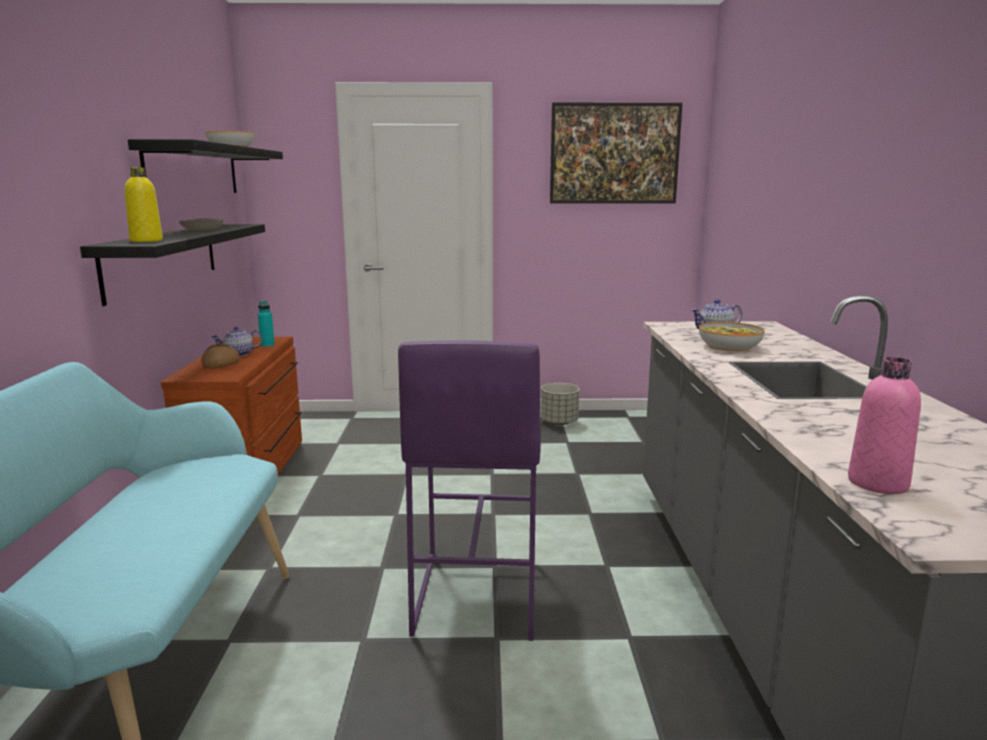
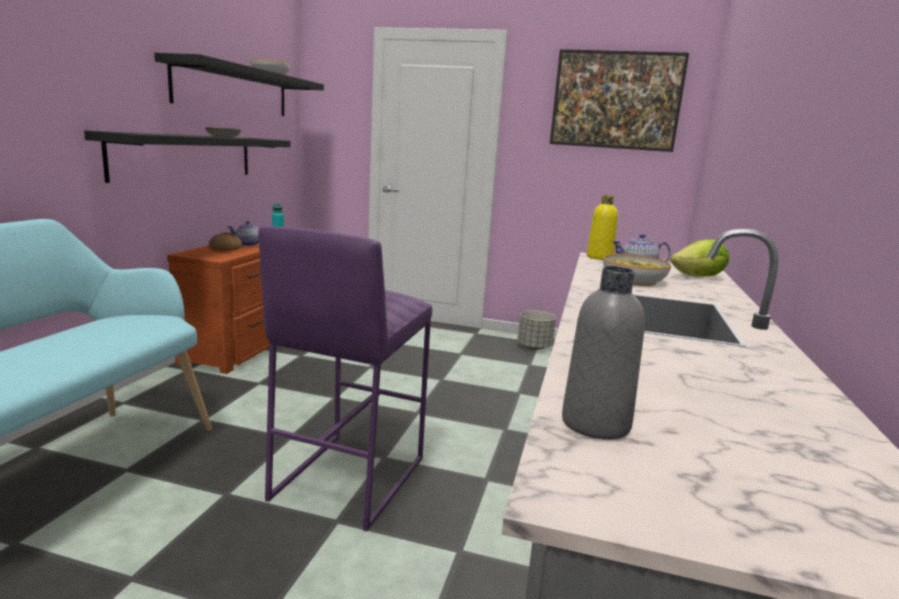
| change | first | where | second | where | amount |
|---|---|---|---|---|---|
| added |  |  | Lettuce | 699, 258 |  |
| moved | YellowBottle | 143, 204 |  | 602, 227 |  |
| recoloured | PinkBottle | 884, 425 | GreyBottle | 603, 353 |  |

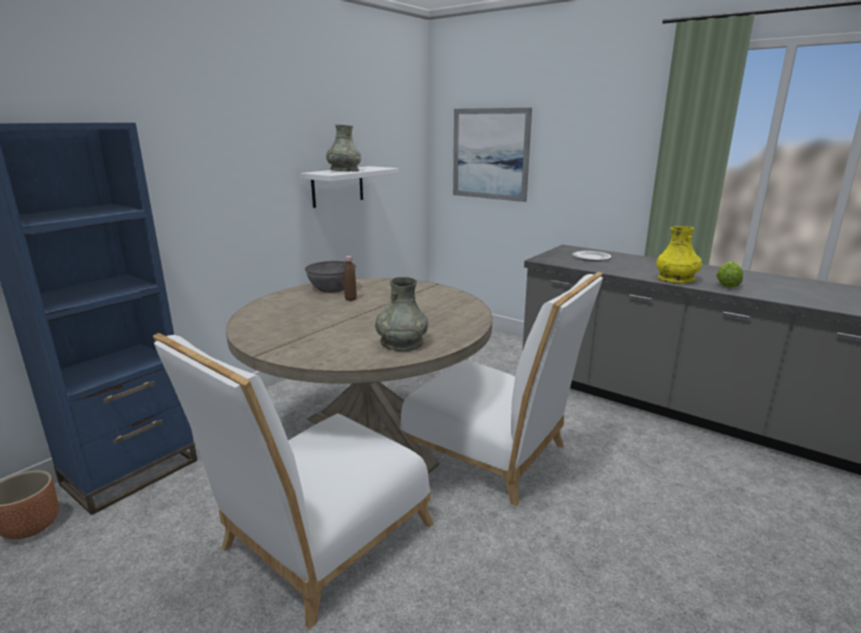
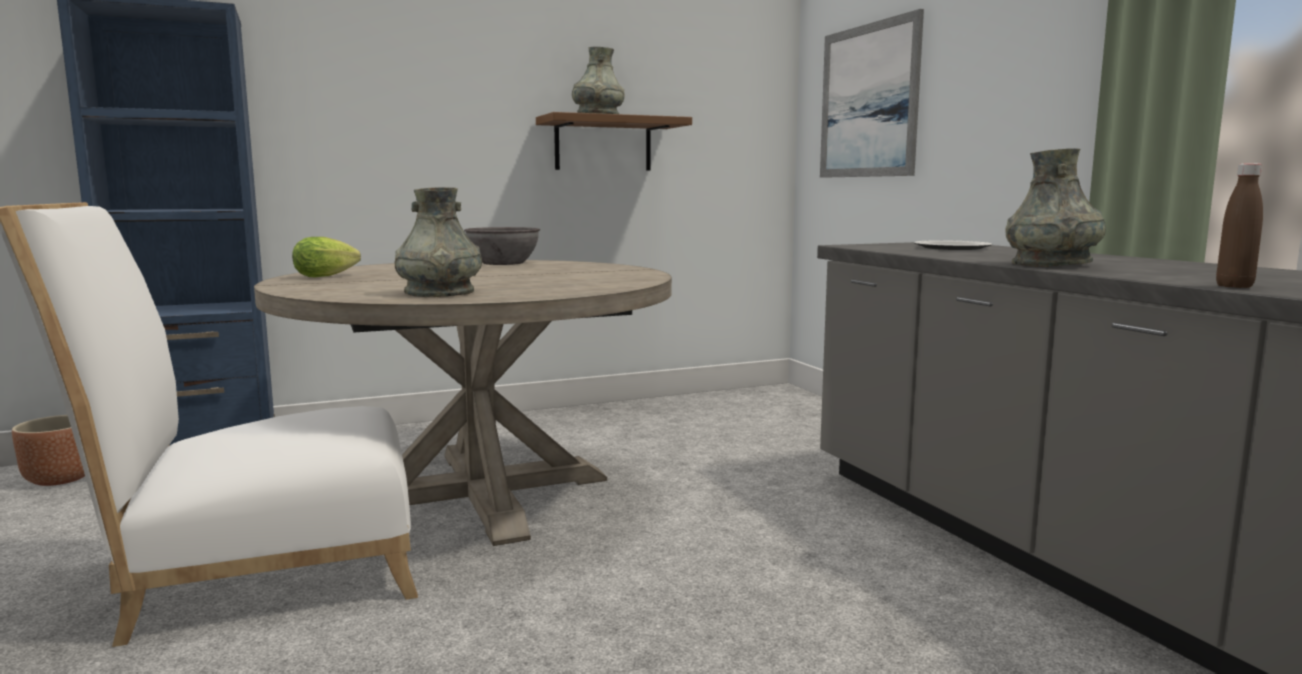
| change | first | where | second | where | amount |
|---|---|---|---|---|---|
| removed | WhiteChair | 501, 389 |  |  |  |
| moved | BrownBottle | 350, 278 |  | 1239, 225 |  |
| moved | Lettuce | 729, 274 |  | 326, 257 |  |
| recoloured | WhiteShelf | 349, 187 | BrownShelf | 614, 141 |  |
| recoloured | YellowVase | 679, 255 | GreyVase | 1055, 207 |  |

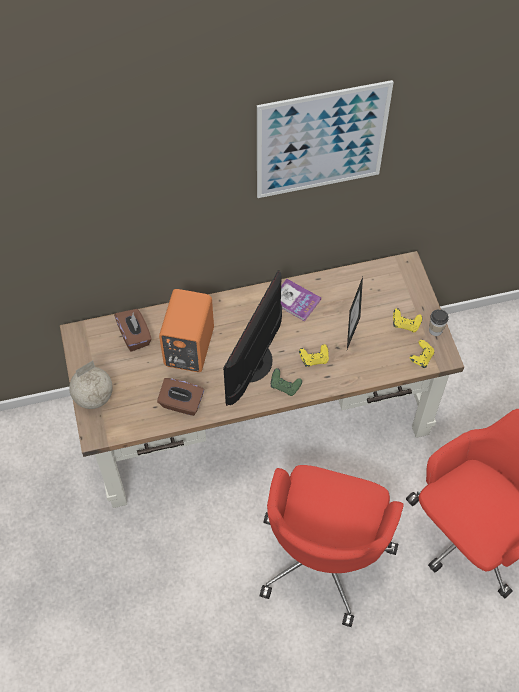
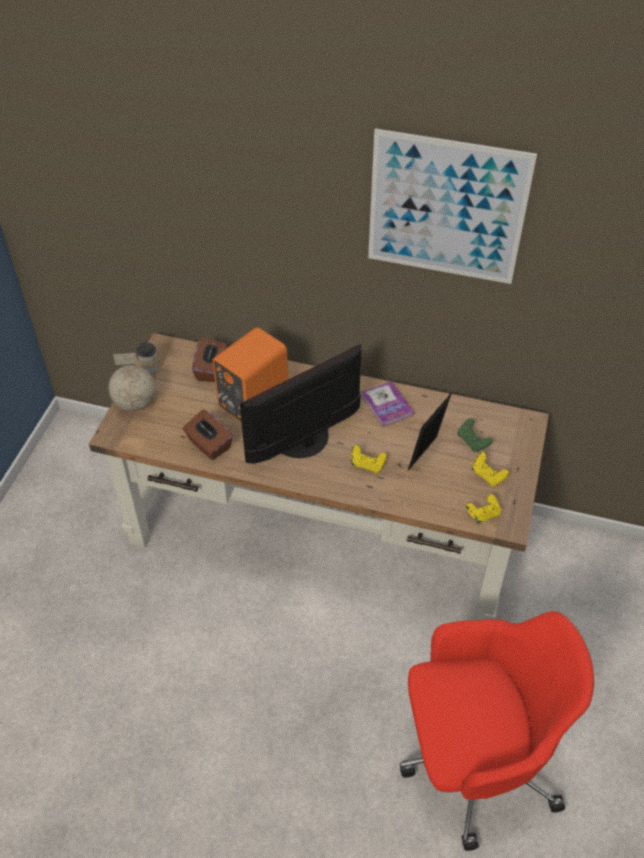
| change | first | where | second | where | amount |
|---|---|---|---|---|---|
| removed | RedOfficeChair | 331, 546 |  |  |  |
| moved | GreenGameController | 286, 382 |  | 475, 435 |  |
| moved | Cup | 439, 322 |  | 146, 358 |  |

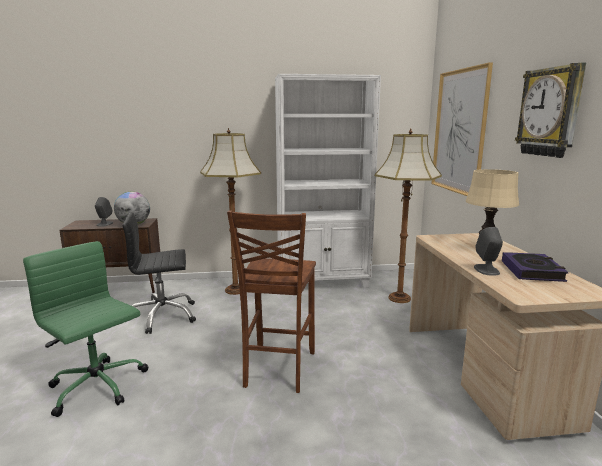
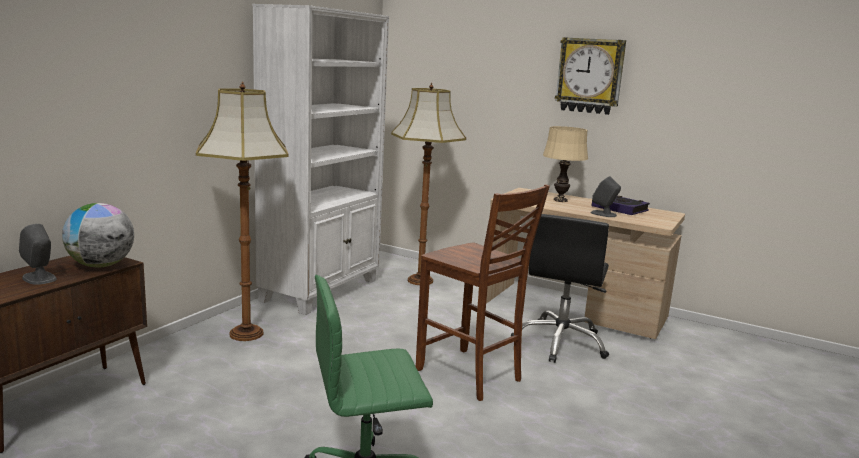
| change | first | where | second | where | amount |
|---|---|---|---|---|---|
| removed | Picture | 462, 129 |  |  |  |
| moved | BlackOfficeChair | 159, 273 |  | 560, 288 |  |

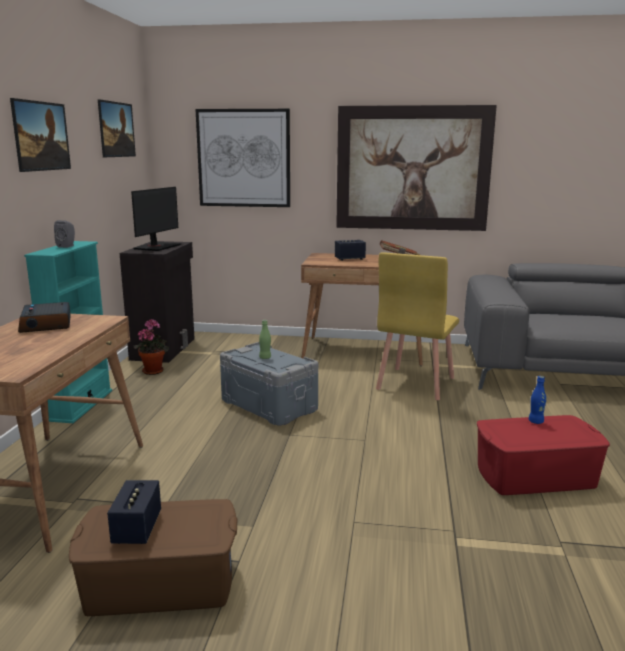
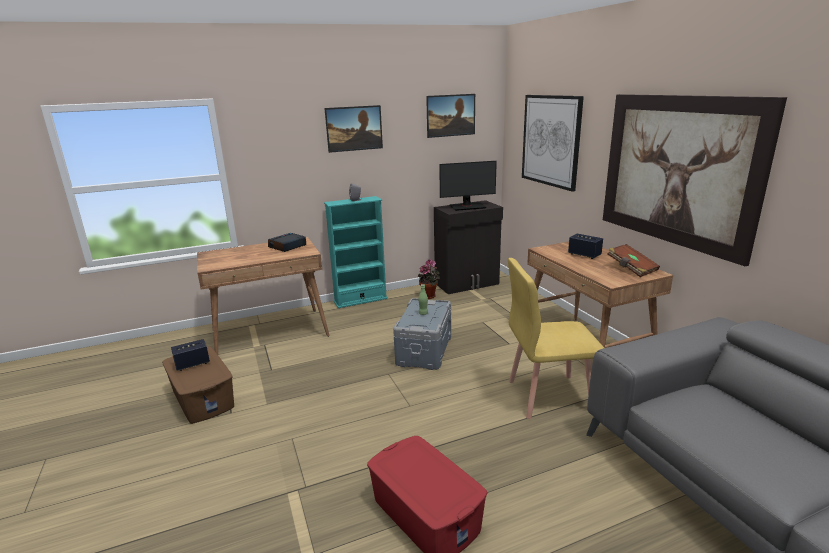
| change | first | where | second | where | amount |
|---|---|---|---|---|---|
| removed | BlueBottle | 537, 400 |  |  |  |

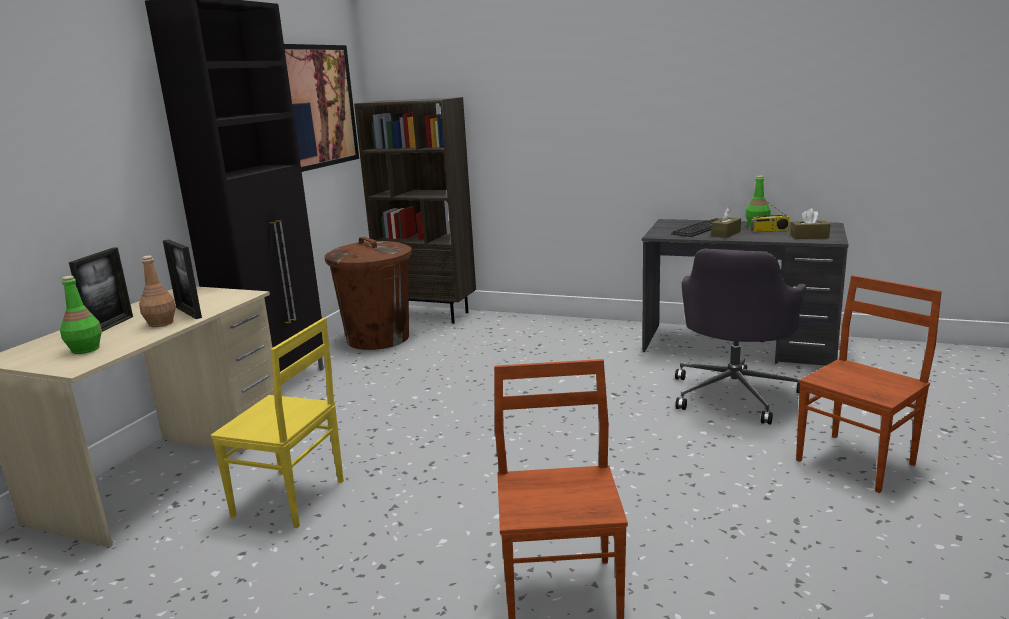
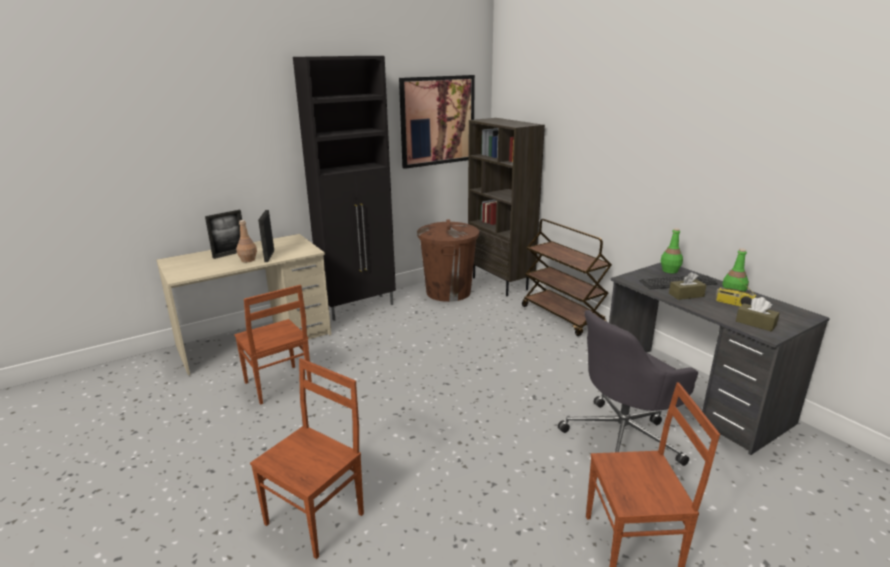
| change | first | where | second | where | amount |
|---|---|---|---|---|---|
| added |  |  | BrownCart | 567, 277 |  |
| moved | GreenBottle | 81, 315 |  | 672, 250 |  |
| recoloured | YellowChair | 277, 423 | BrownChair | 273, 345 |  |

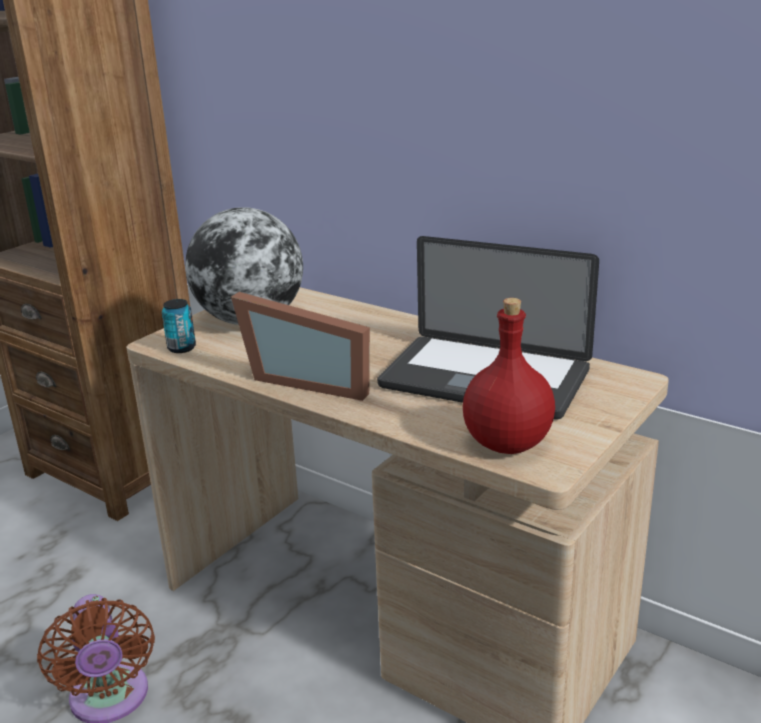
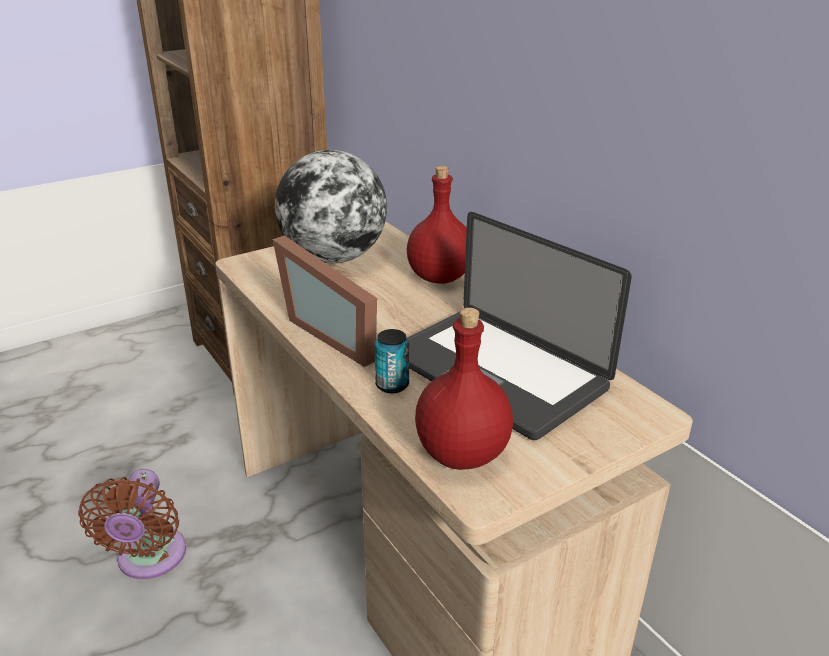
| change | first | where | second | where | amount |
|---|---|---|---|---|---|
| added |  |  | RedBottle | 437, 225 |  |
| moved | Can | 179, 326 |  | 392, 361 |  |

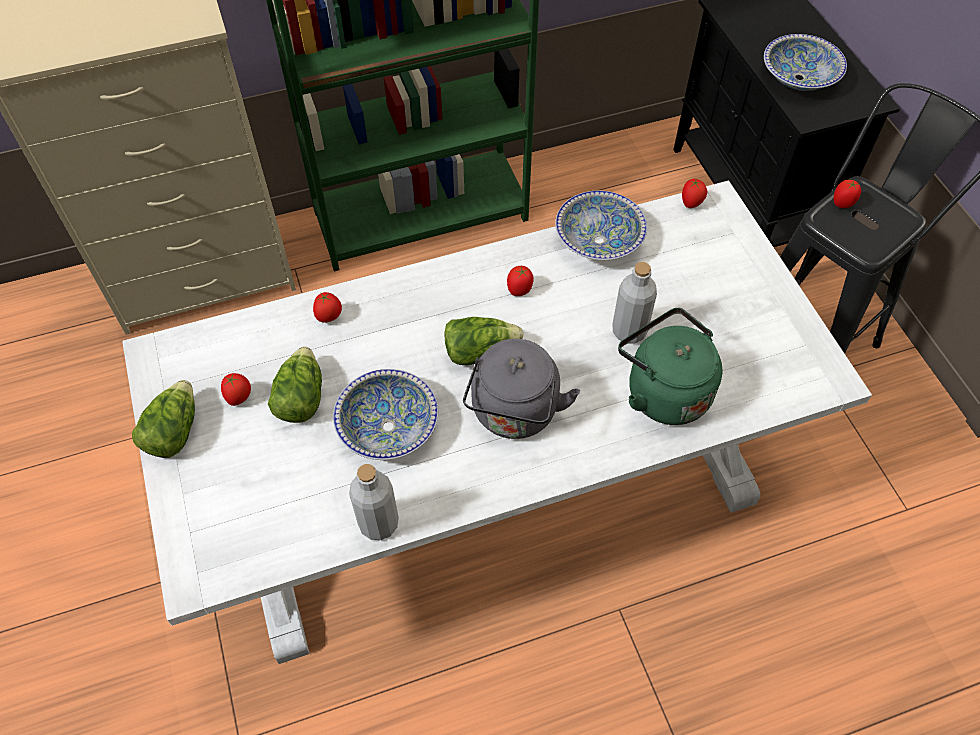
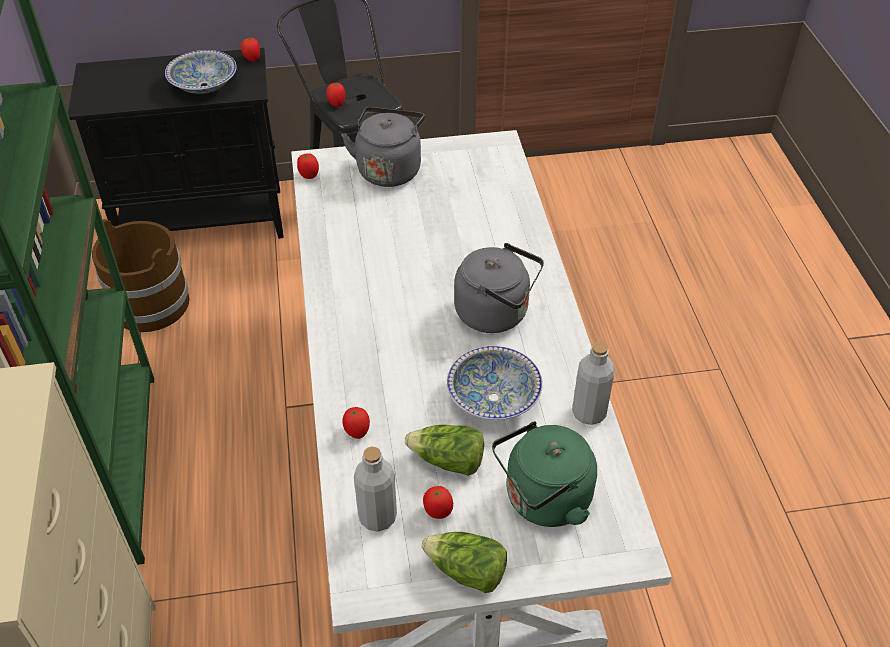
| change | first | where | second | where | amount |
|---|---|---|---|---|---|
| removed | Lettuce | 484, 341 |  |  |  |
| removed | Bowl | 601, 225 |  |  |  |
| added |  |  | BrownBucket | 140, 275 |  |
| added |  |  | GreyKettle | 383, 147 |  |
| moved | Tomato | 520, 281 |  | 250, 49 |  |
| moved | GreyBottle | 634, 302 |  | 375, 489 |  |
| moved | GreenKettle | 670, 366 |  | 544, 474 |  |

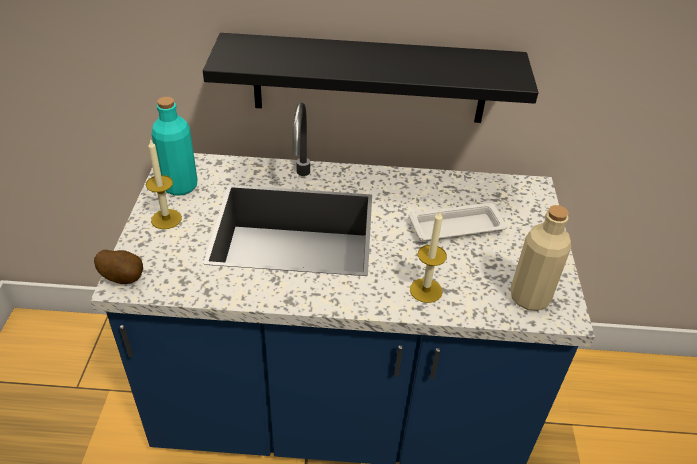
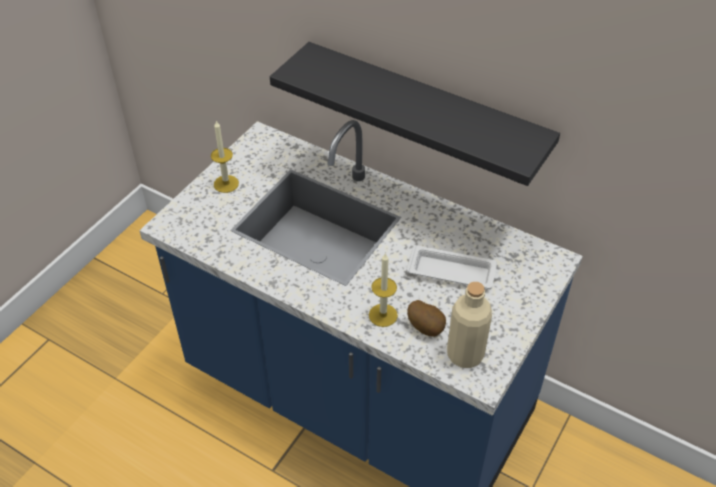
| change | first | where | second | where | amount |
|---|---|---|---|---|---|
| removed | TurquoiseBottle | 175, 146 |  |  |  |
| moved | Potato | 118, 267 |  | 426, 318 |  |

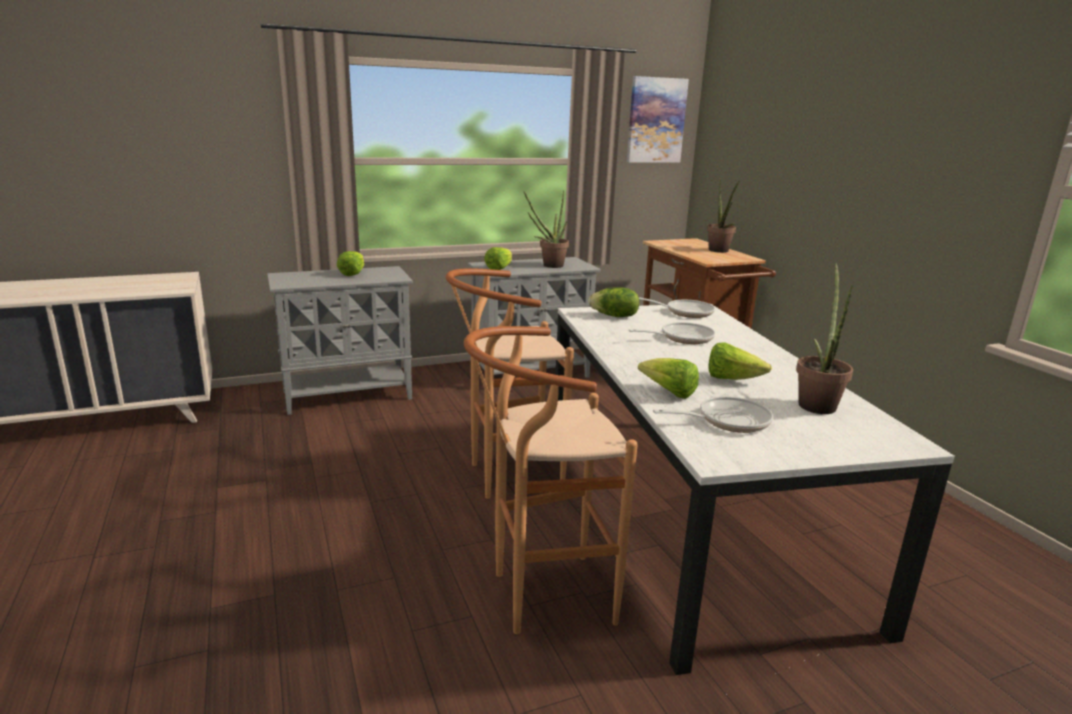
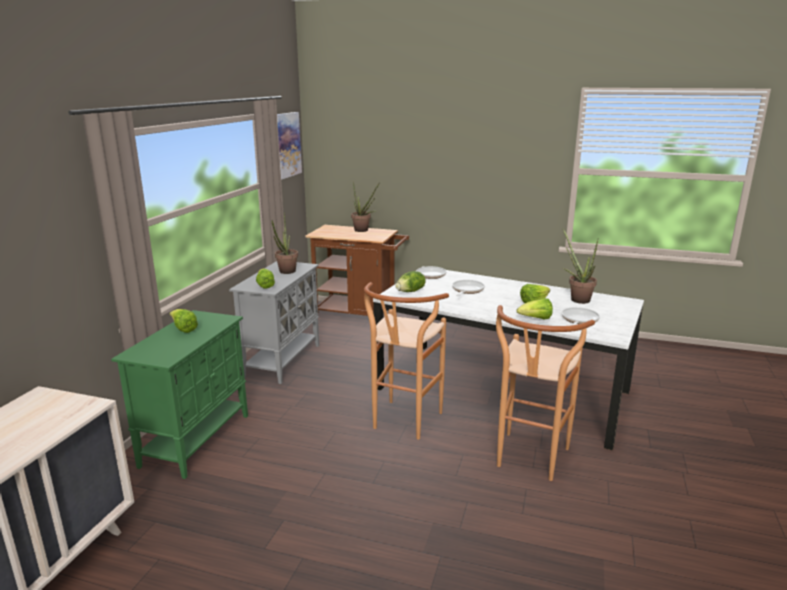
| change | first | where | second | where | amount |
|---|---|---|---|---|---|
| recoloured | GreyCabinet | 340, 340 | GreenCabinet | 179, 394 |  |

